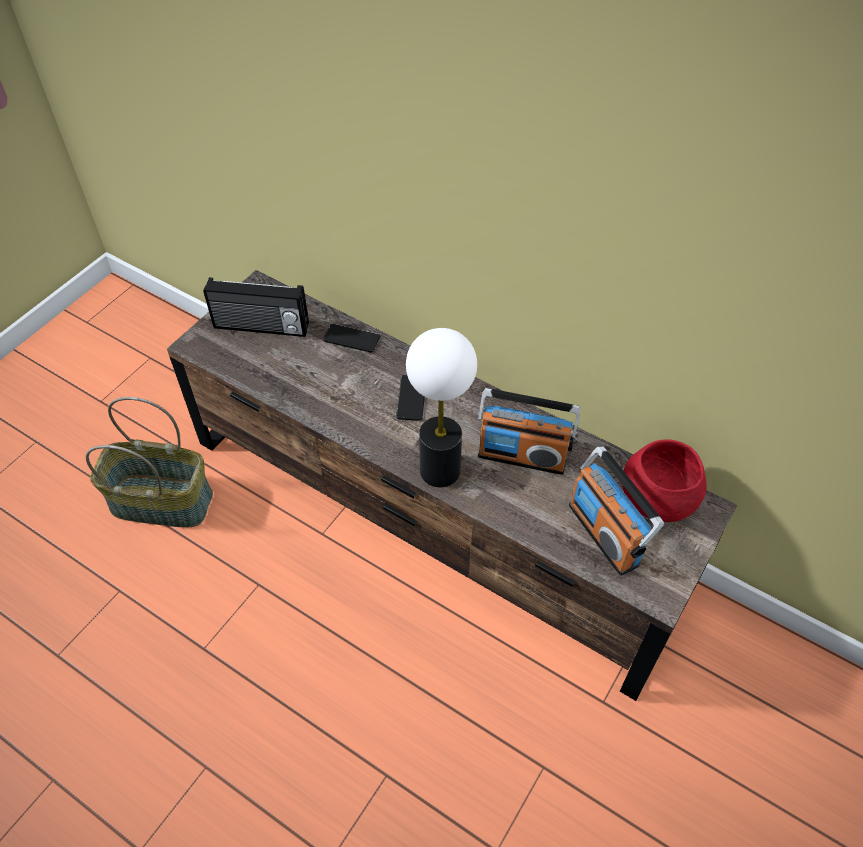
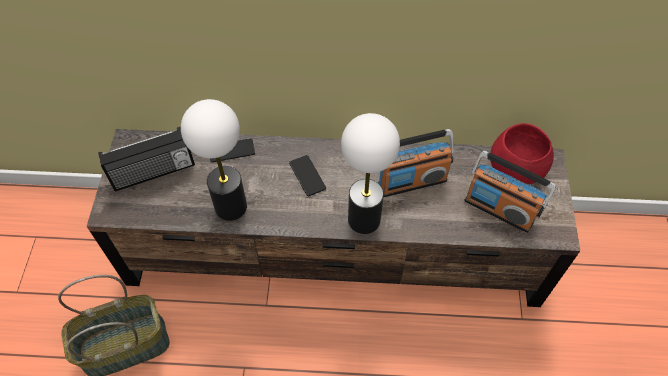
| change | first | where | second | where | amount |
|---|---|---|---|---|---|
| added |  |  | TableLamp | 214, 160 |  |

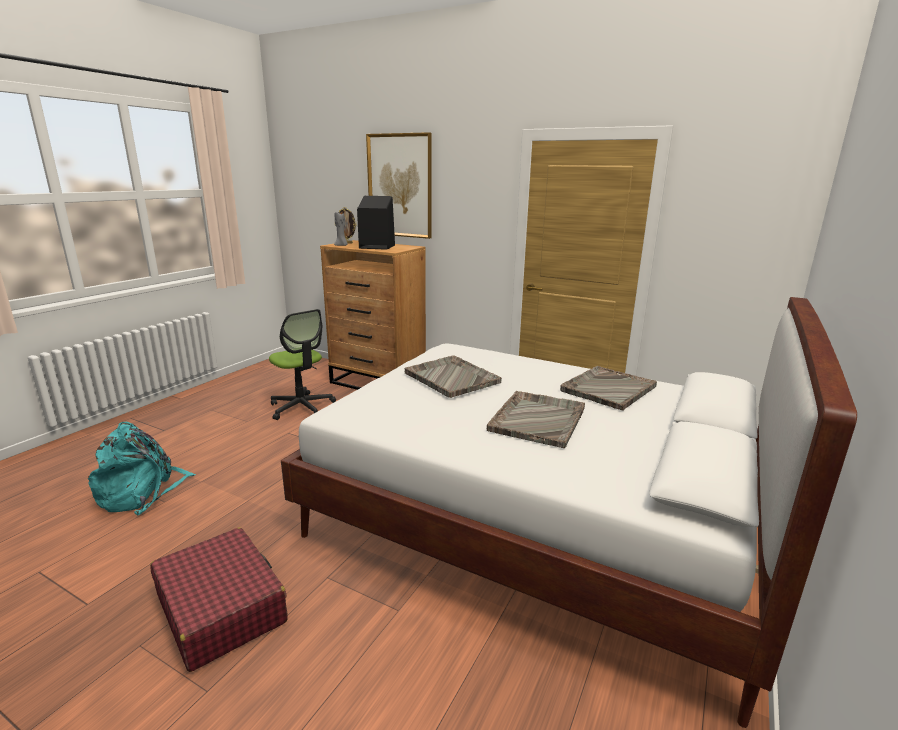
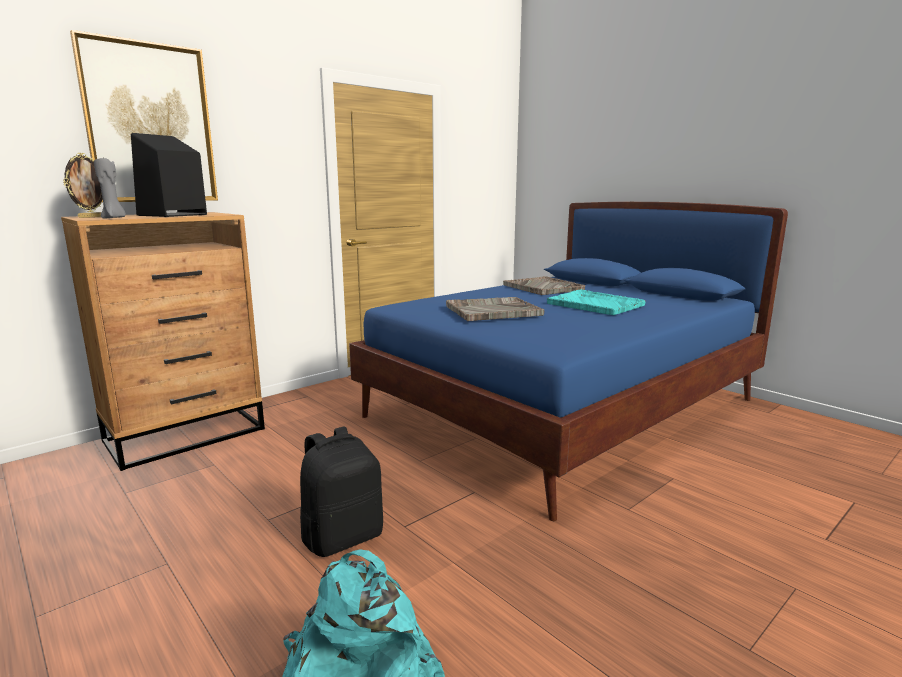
| change | first | where | second | where | amount |
|---|---|---|---|---|---|
| removed | RedSuitcase | 218, 599 |  |  |  |
| removed | OfficeChair | 302, 364 |  |  |  |
| added |  |  | BlackBackpack | 341, 492 |  |
| recoloured | WhiteBed | 569, 512 | BlueBed | 568, 361 |  |
| recoloured | GreyTray | 536, 419 | TurquoiseTray | 596, 302 |  |

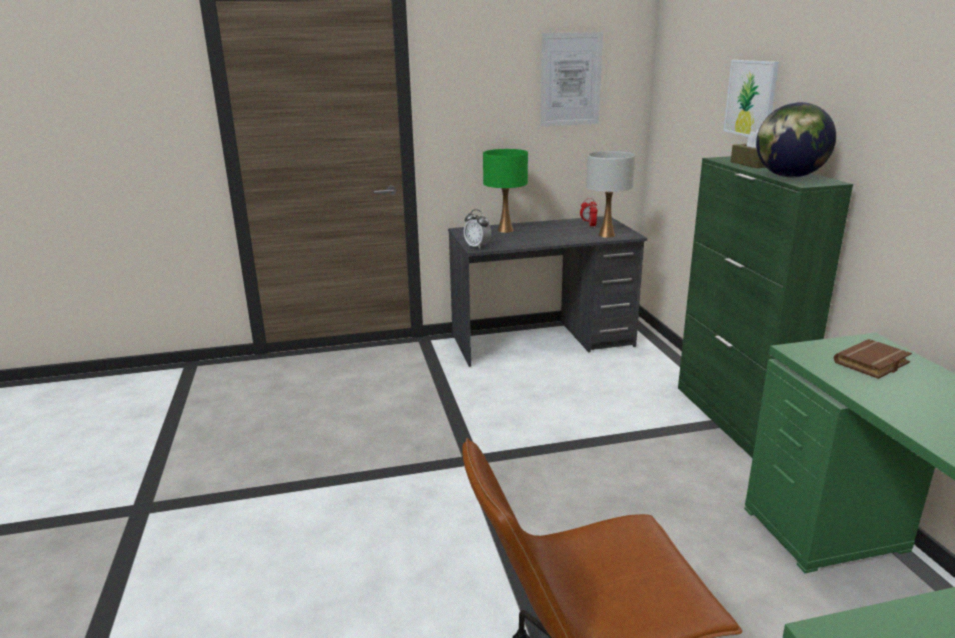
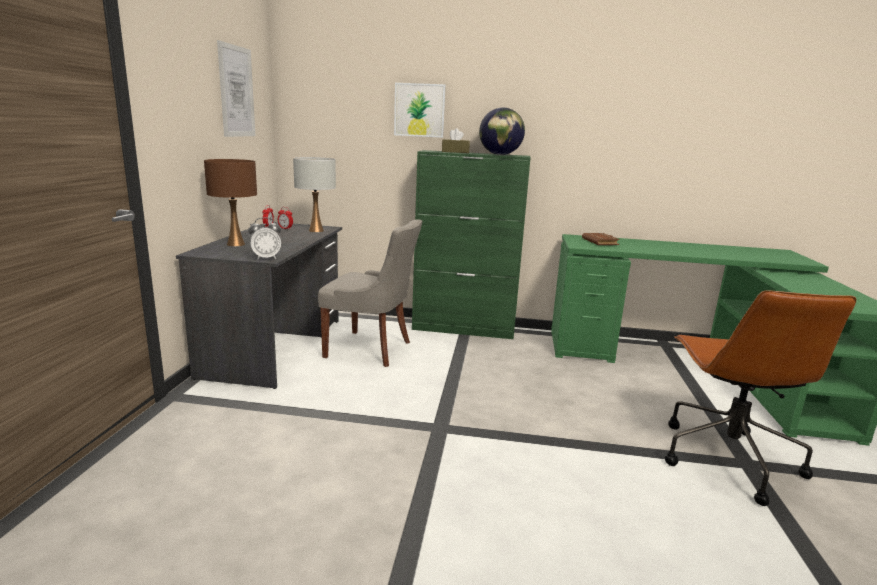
| change | first | where | second | where | amount |
|---|---|---|---|---|---|
| added |  |  | GreyChair | 370, 293 |  |
| recoloured | GreenTableLamp | 505, 191 | BrownTableLamp | 230, 203 |  |

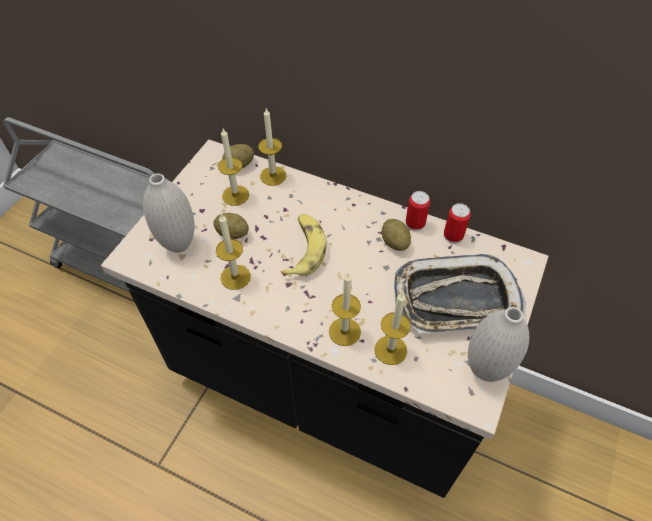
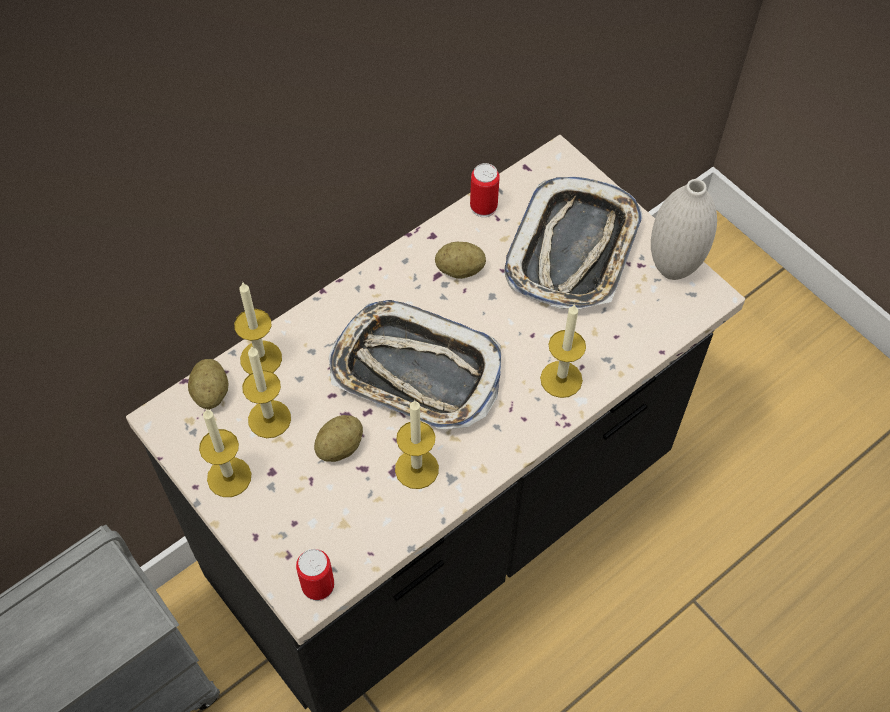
| change | first | where | second | where | amount |
|---|---|---|---|---|---|
| removed | WhiteVase | 169, 213 |  |  |  |
| moved | Candle | 393, 328 |  | 225, 453 |  |
| moved | Can | 418, 211 |  | 315, 575 |  |
| replaced | Banana | 303, 245 | Tray | 415, 364 |  |

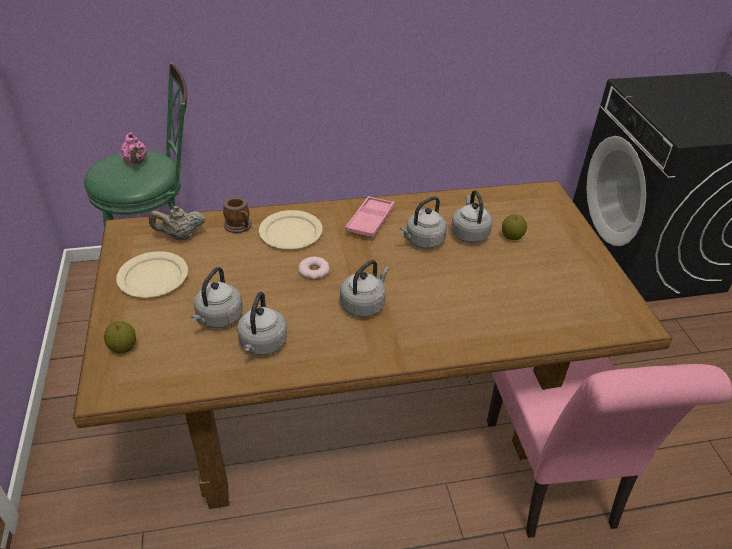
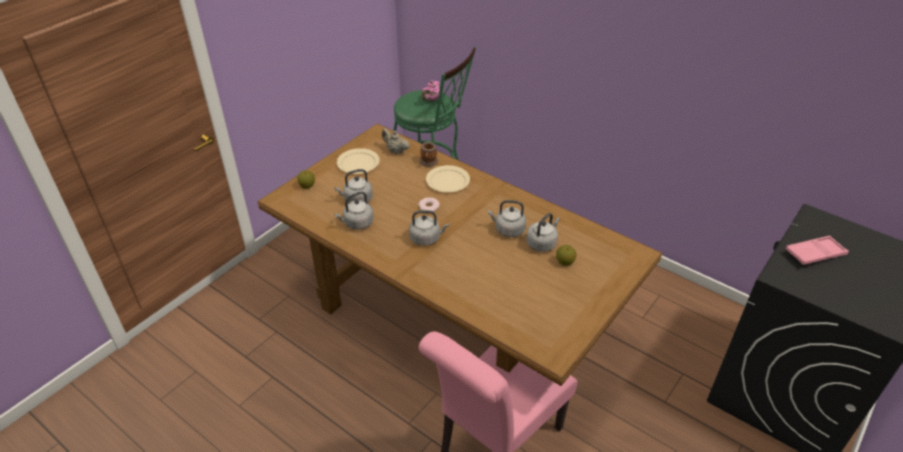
| change | first | where | second | where | amount |
|---|---|---|---|---|---|
| moved | PinkTray | 370, 217 |  | 817, 250 |  |

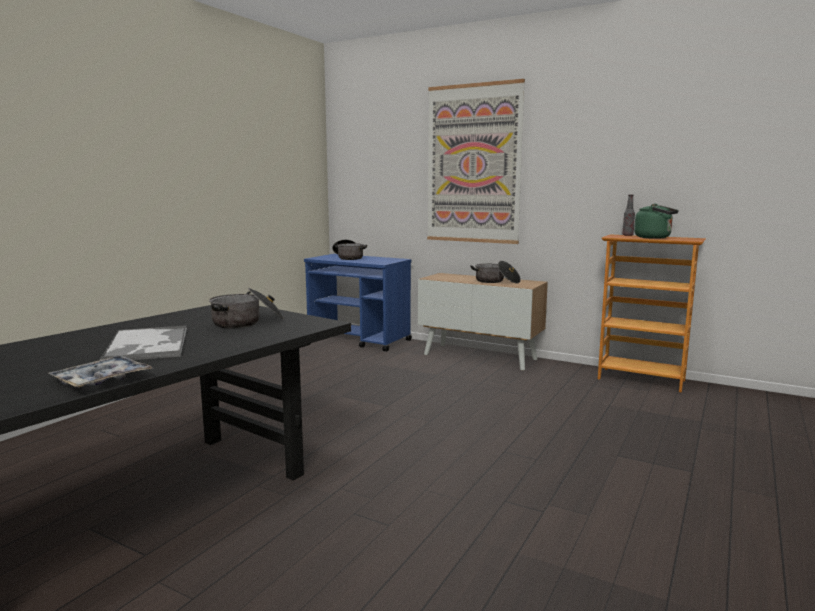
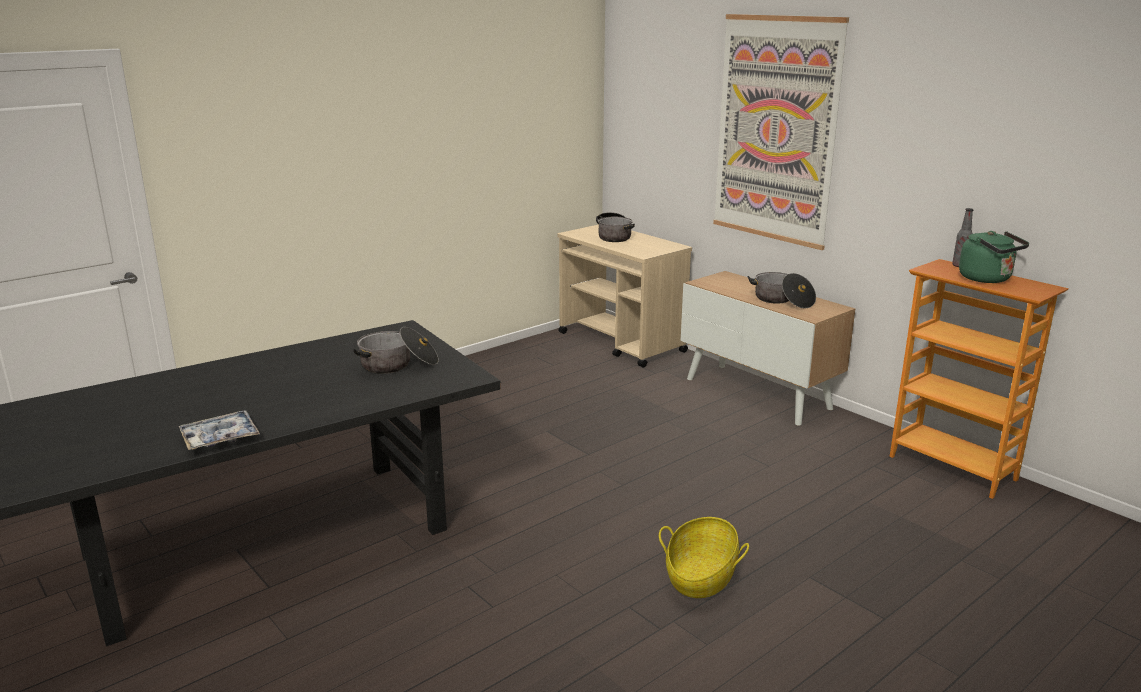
| change | first | where | second | where | amount |
|---|---|---|---|---|---|
| removed | Tray | 143, 342 |  |  |  |
| added |  |  | Basket | 704, 557 |  |
| recoloured | BlueCart | 358, 303 | BeigeCart | 624, 296 |  |

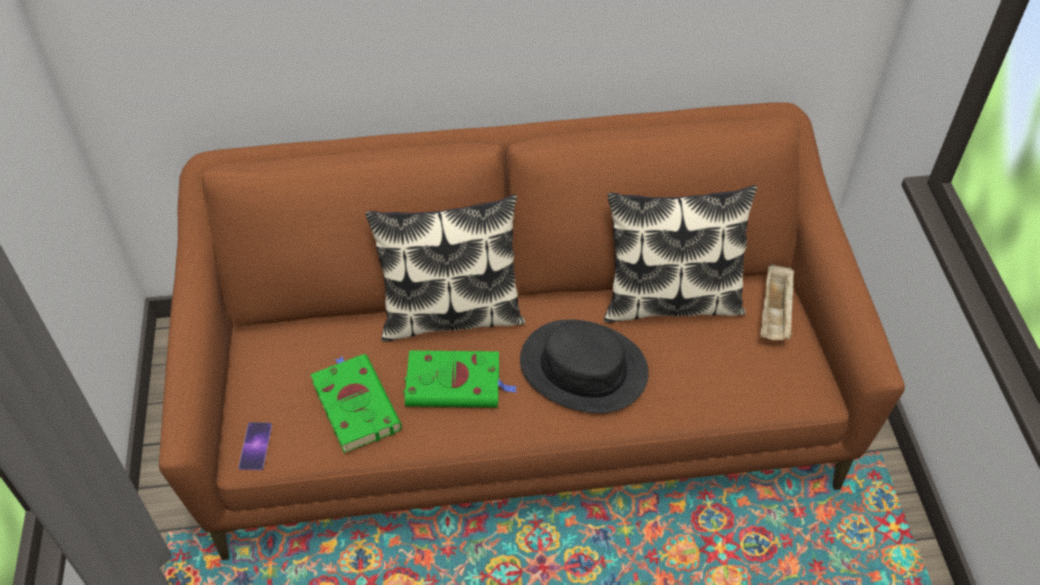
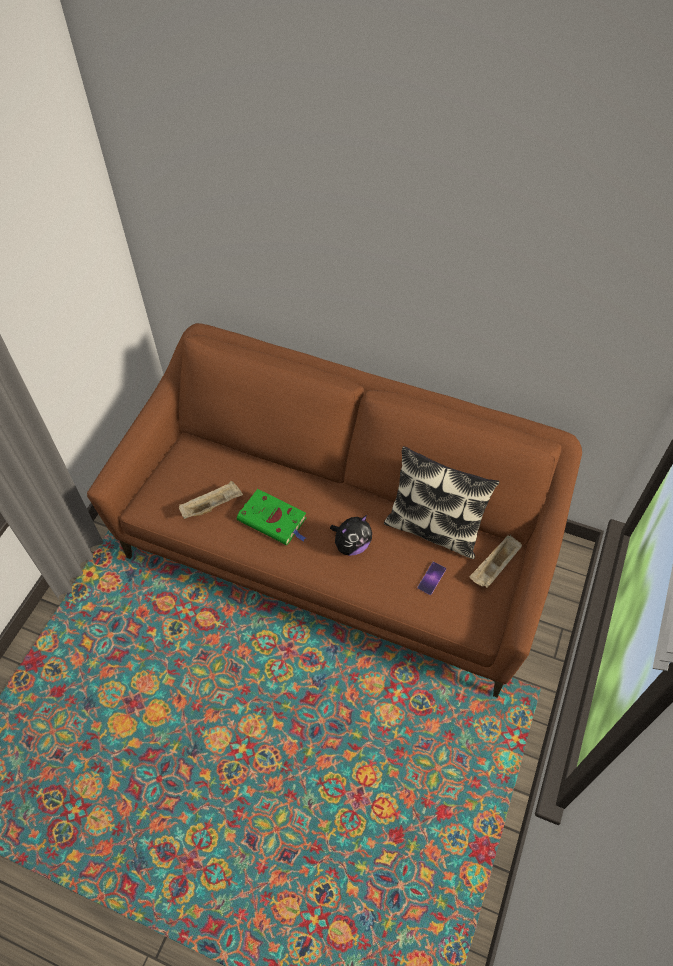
| change | first | where | second | where | amount |
|---|---|---|---|---|---|
| removed | Pillow | 445, 268 |  |  |  |
| moved | Phone | 255, 446 |  | 431, 578 |  |
| replaced | GreenBook | 356, 403 | BeigeTray | 211, 500 |  |
| replaced | BlackHat | 584, 366 | PlushToy | 351, 535 |  |

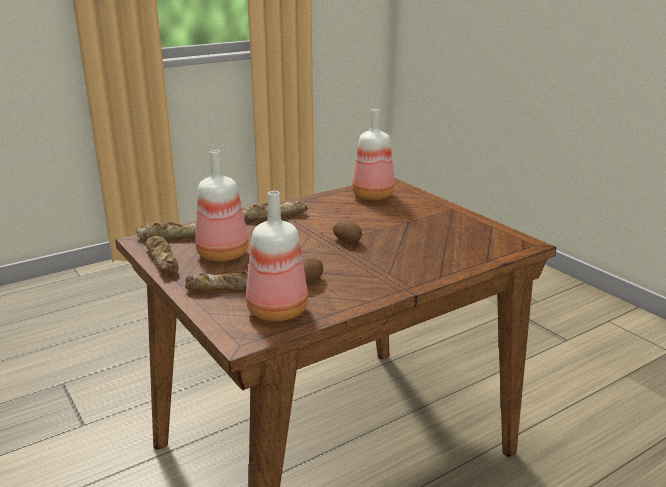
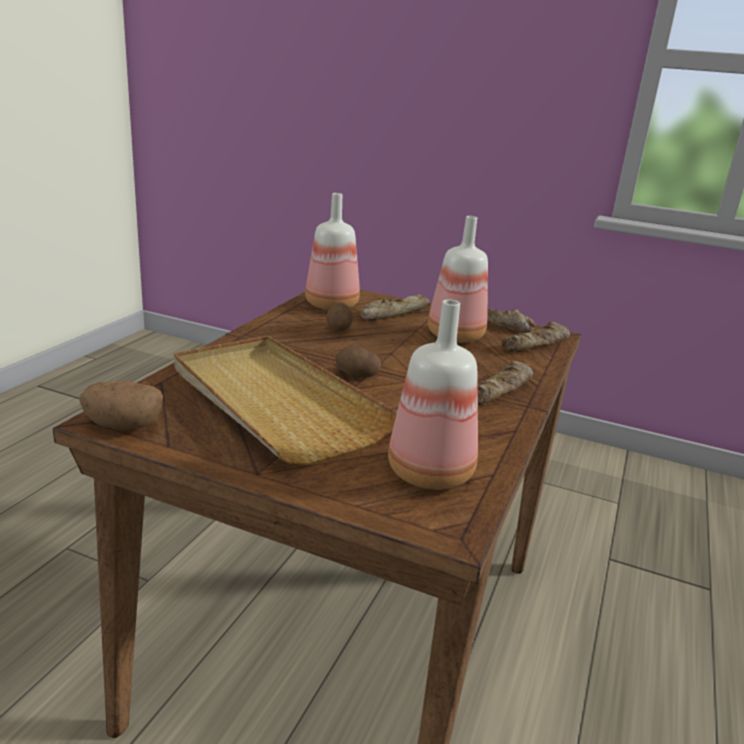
| change | first | where | second | where | amount |
|---|---|---|---|---|---|
| added |  |  | Potato | 121, 405 |  |
| added |  |  | BeigeTray | 285, 400 |  |

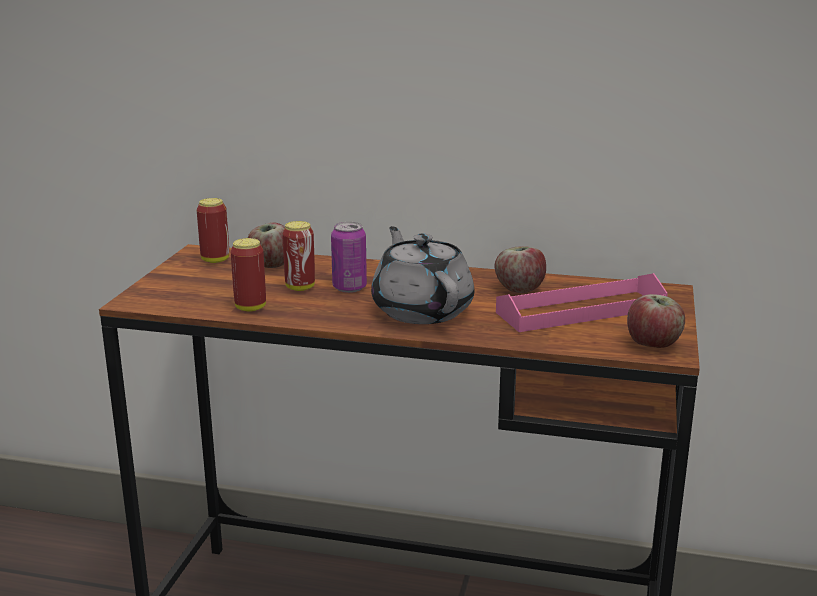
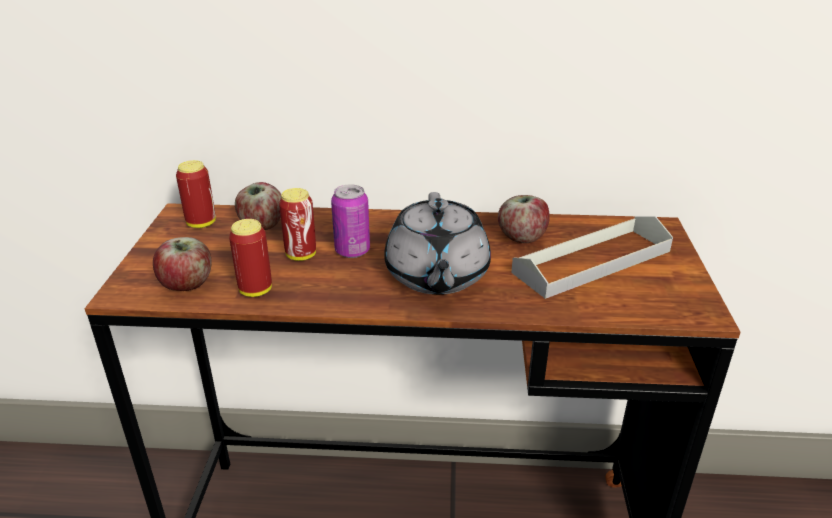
| change | first | where | second | where | amount |
|---|---|---|---|---|---|
| moved | Apple | 656, 321 |  | 182, 264 |  |
| recoloured | PinkTray | 582, 302 | GreyTray | 592, 257 |  |
| turned | GreyTeapot | 422, 275 |  | 437, 243 | 150 degrees counterclockwise |

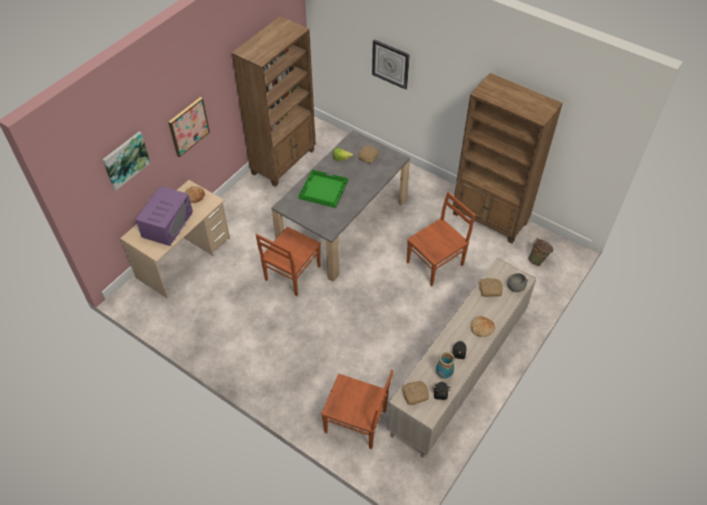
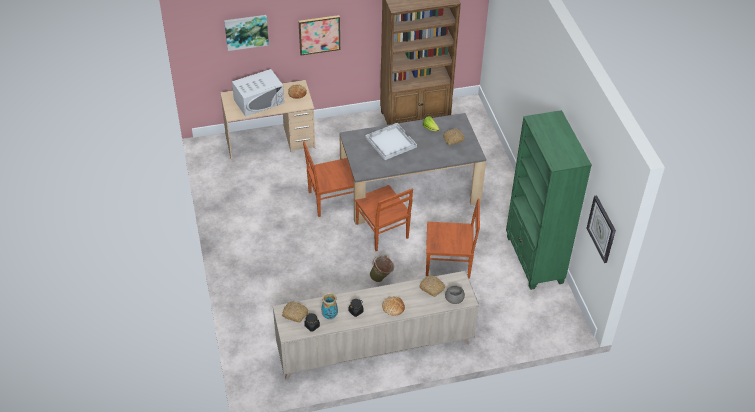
| change | first | where | second | where | amount |
|---|---|---|---|---|---|
| moved | BrownChair | 357, 409 |  | 383, 218 |  |
| moved | WallClock | 391, 64 |  | 601, 229 |  |
| moved | GreenBucket | 541, 252 |  | 382, 268 |  |
| recoloured | PurpleMicrowave | 164, 216 | WhiteMicrowave | 258, 93 |  |
| recoloured | GreenTray | 323, 189 | WhiteTray | 391, 141 |  |
| recoloured | BrownBookcase | 508, 158 | GreenBookcase | 549, 200 |  |

